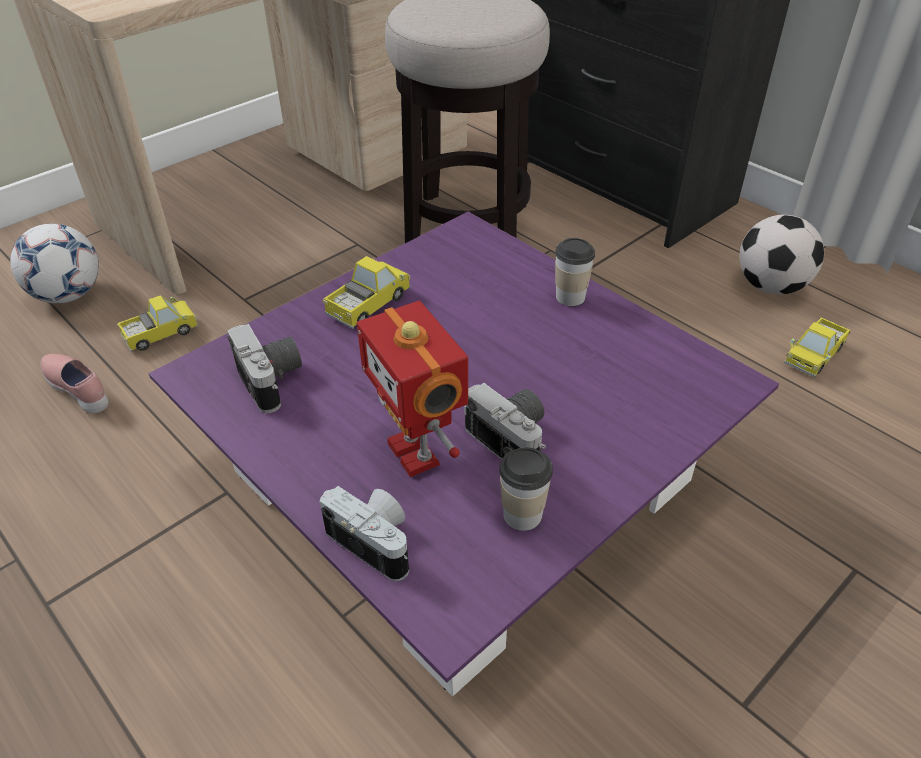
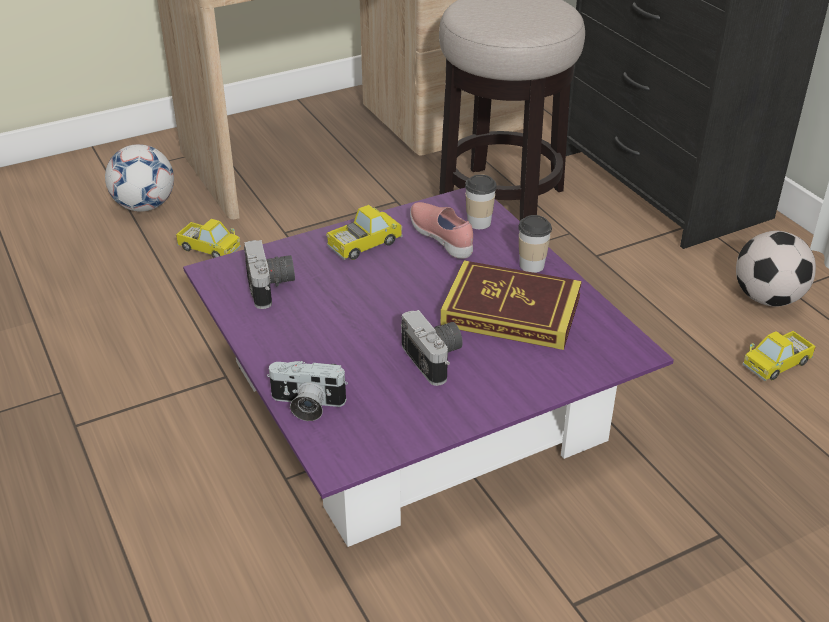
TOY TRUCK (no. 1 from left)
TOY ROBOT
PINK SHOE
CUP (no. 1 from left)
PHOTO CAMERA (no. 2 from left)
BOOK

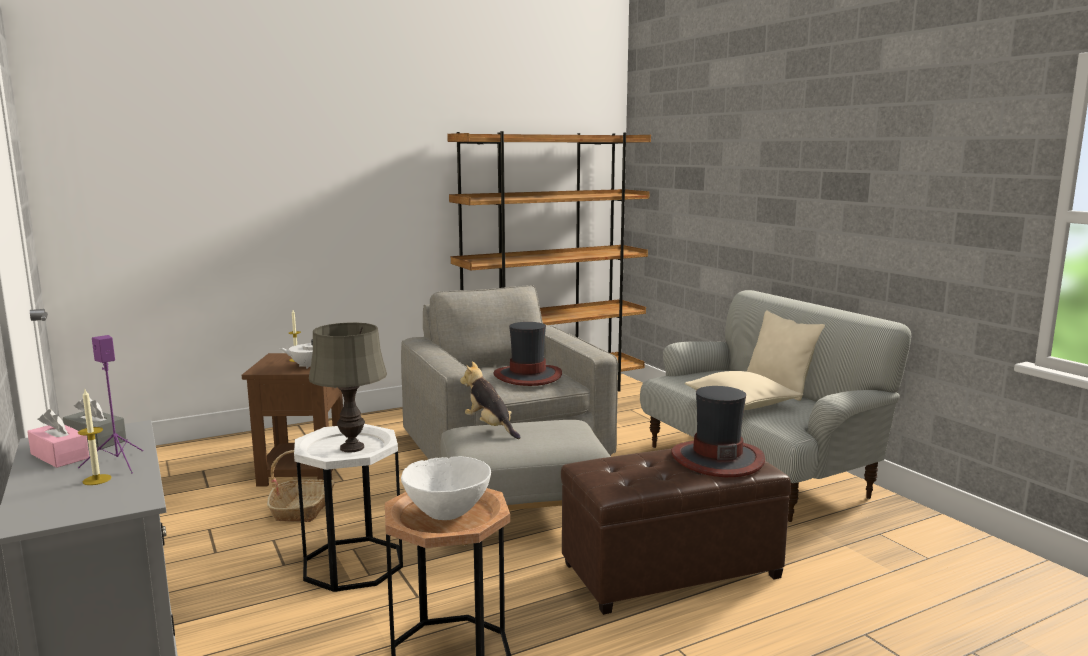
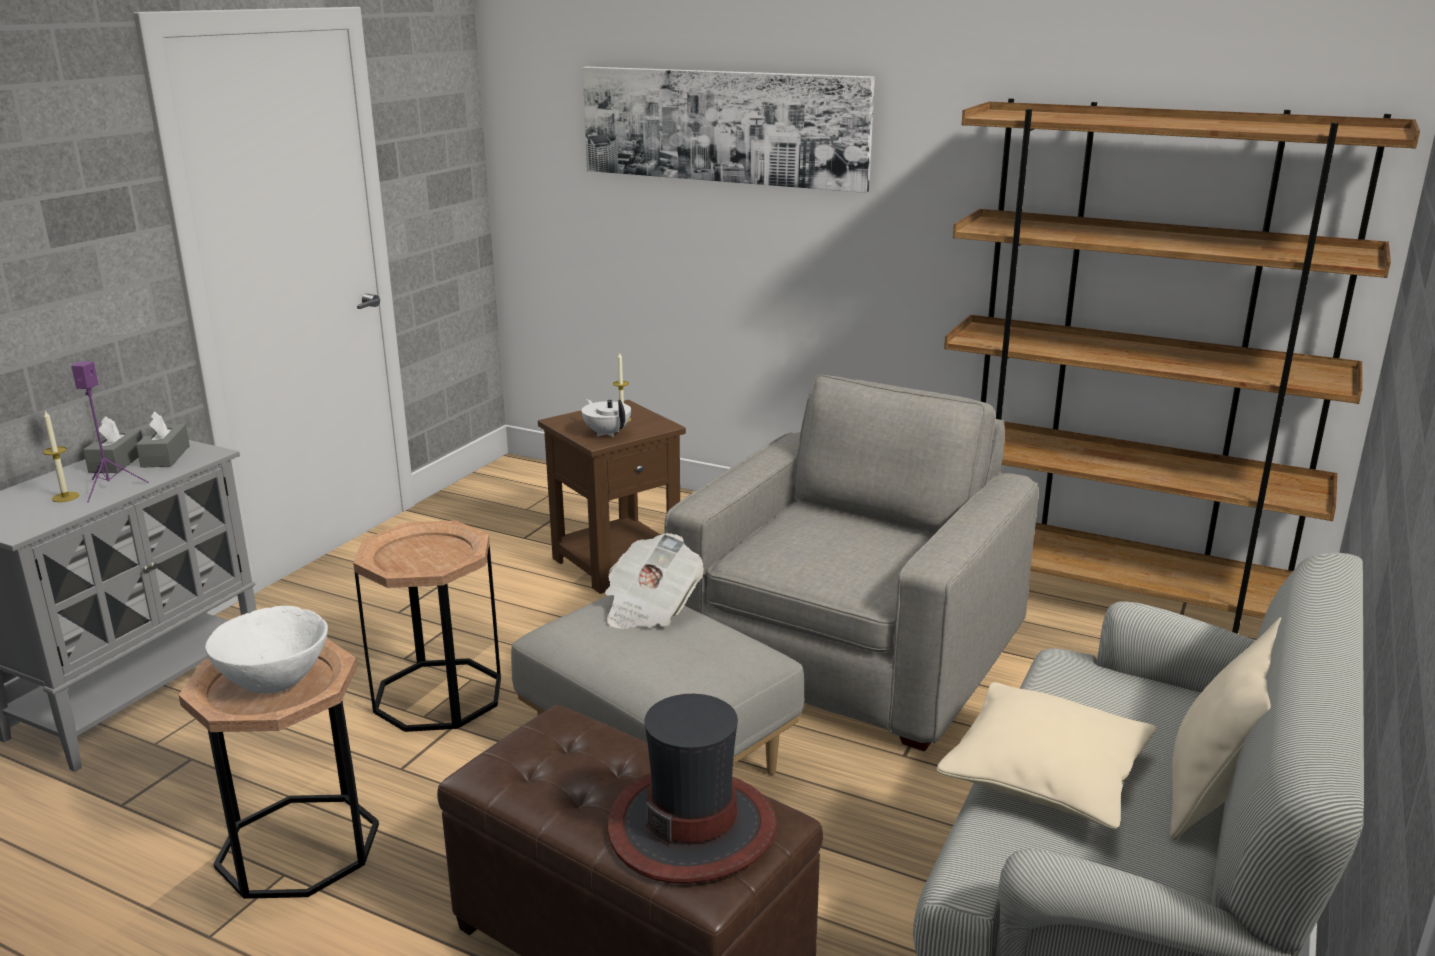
HAT (no. 1 from left in the first image)
GREY TABLE LAMP
NEWSPAPER
GREY TISSUE BOX (no. 1 from left)
BROWN SIDE TABLE (no. 2 from left)
BASKET
PICTURE

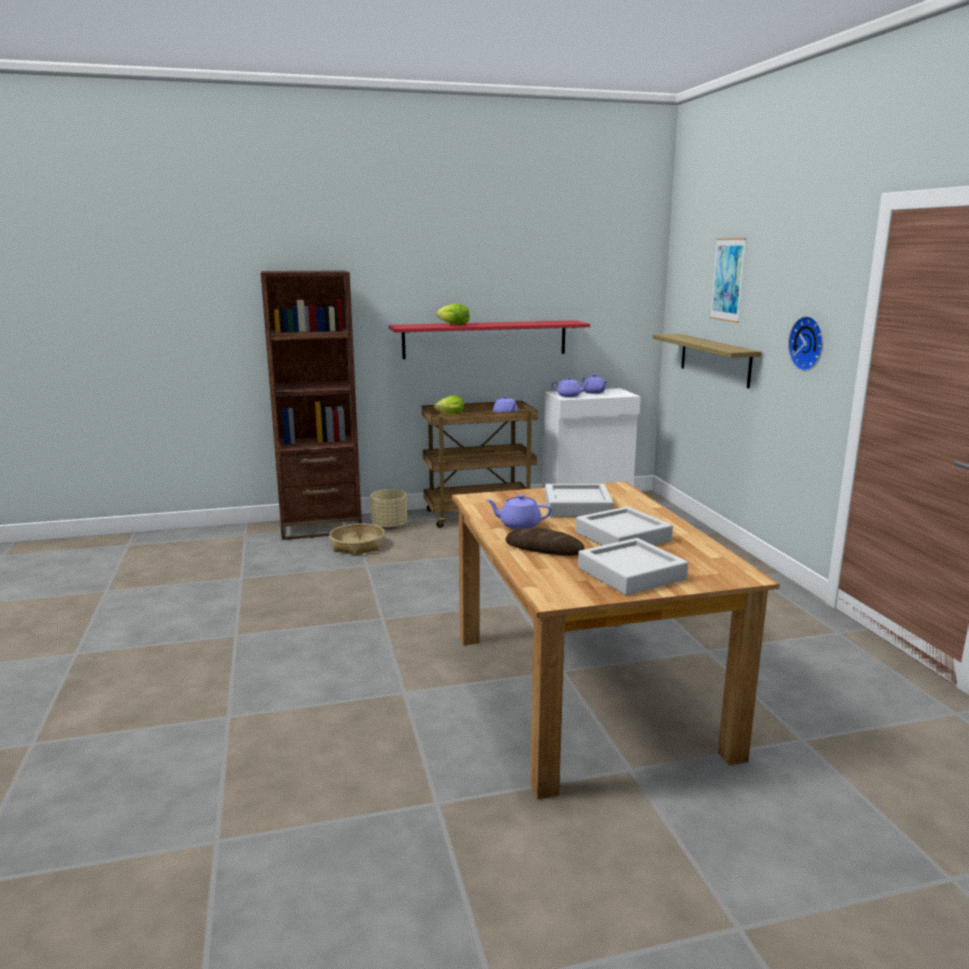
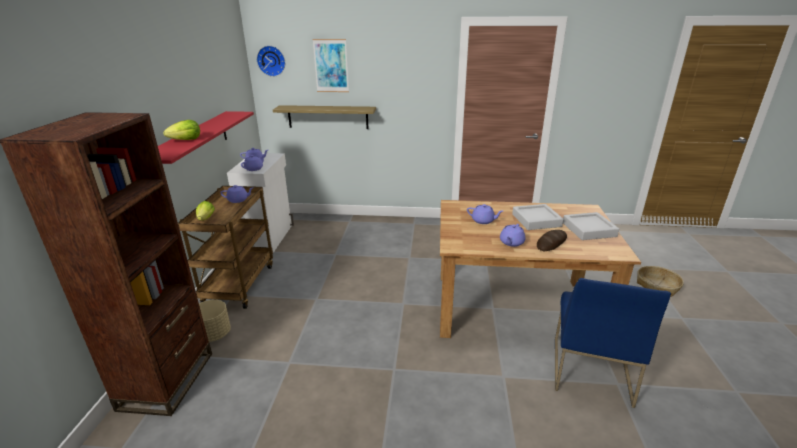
WALL CLOCK
PURPLE TEAPOT (no. 4 from left)
BASKET
BLUE CHAIR

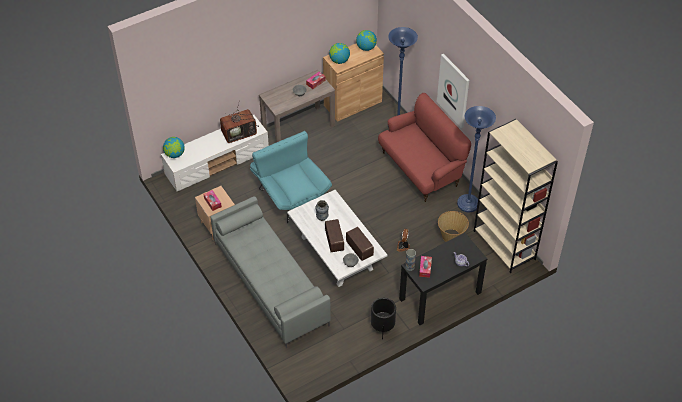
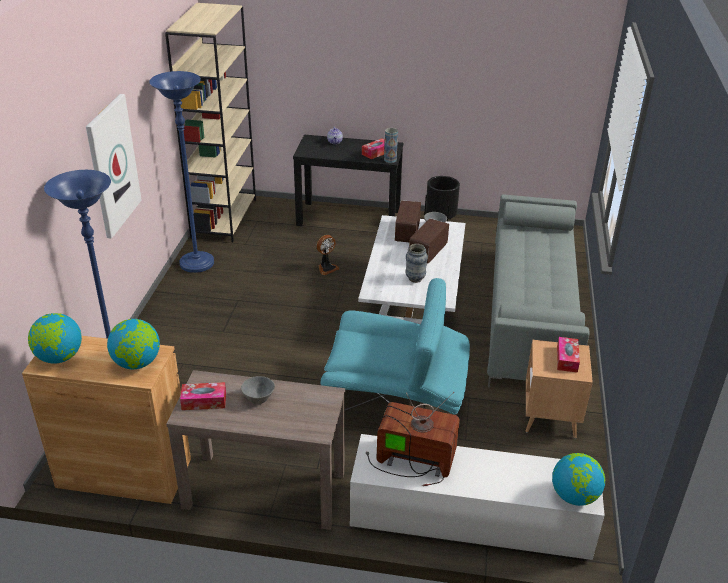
RED SOFA
TURQUOISE ARMCHAIR
BASKET

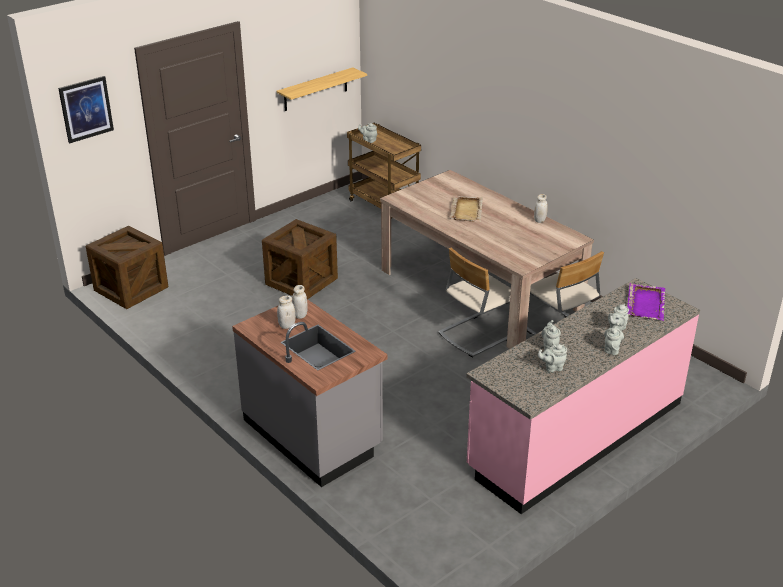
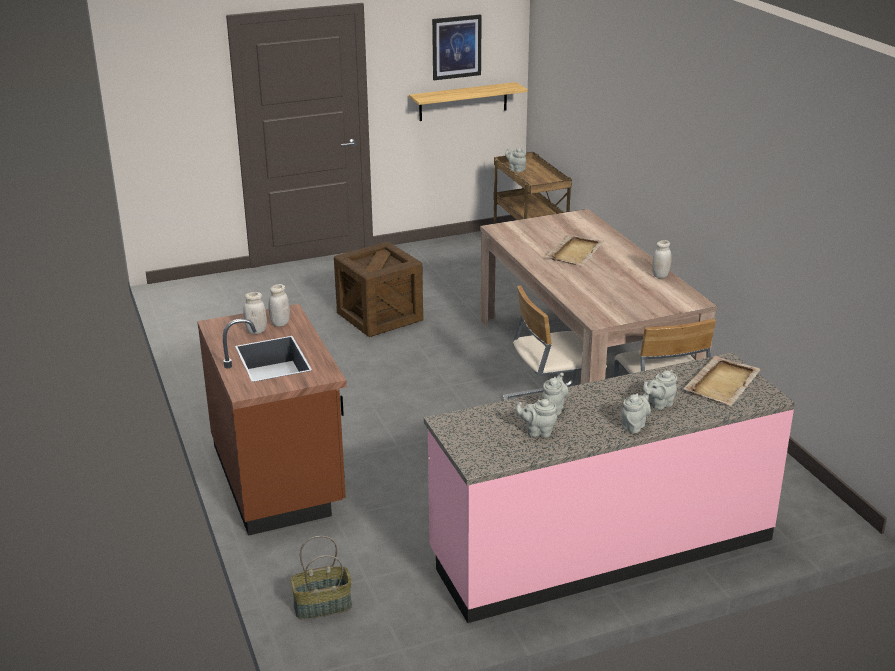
PICTURE
CRATE (no. 1 from left in the first image)
BEIGE TRAY (no. 2 from left)
BROWN COUNTER
BASKET

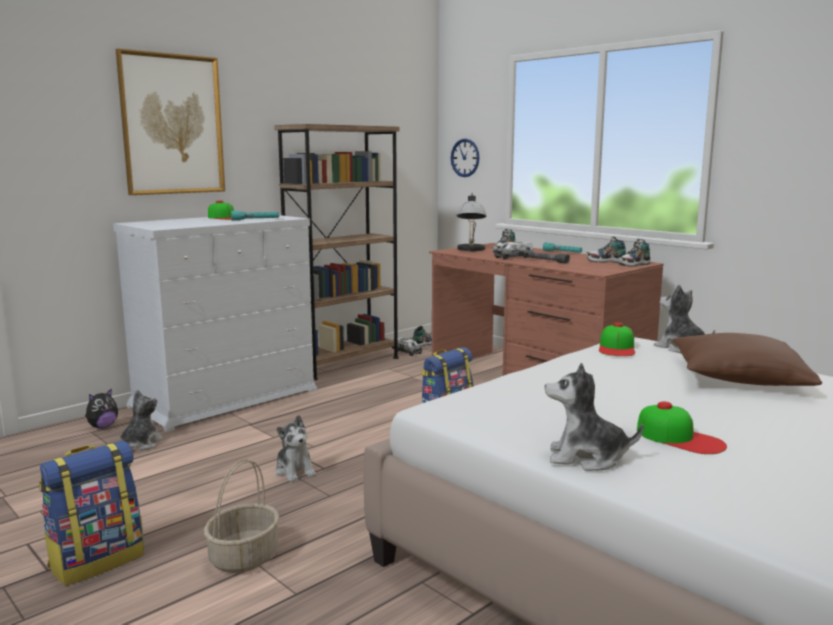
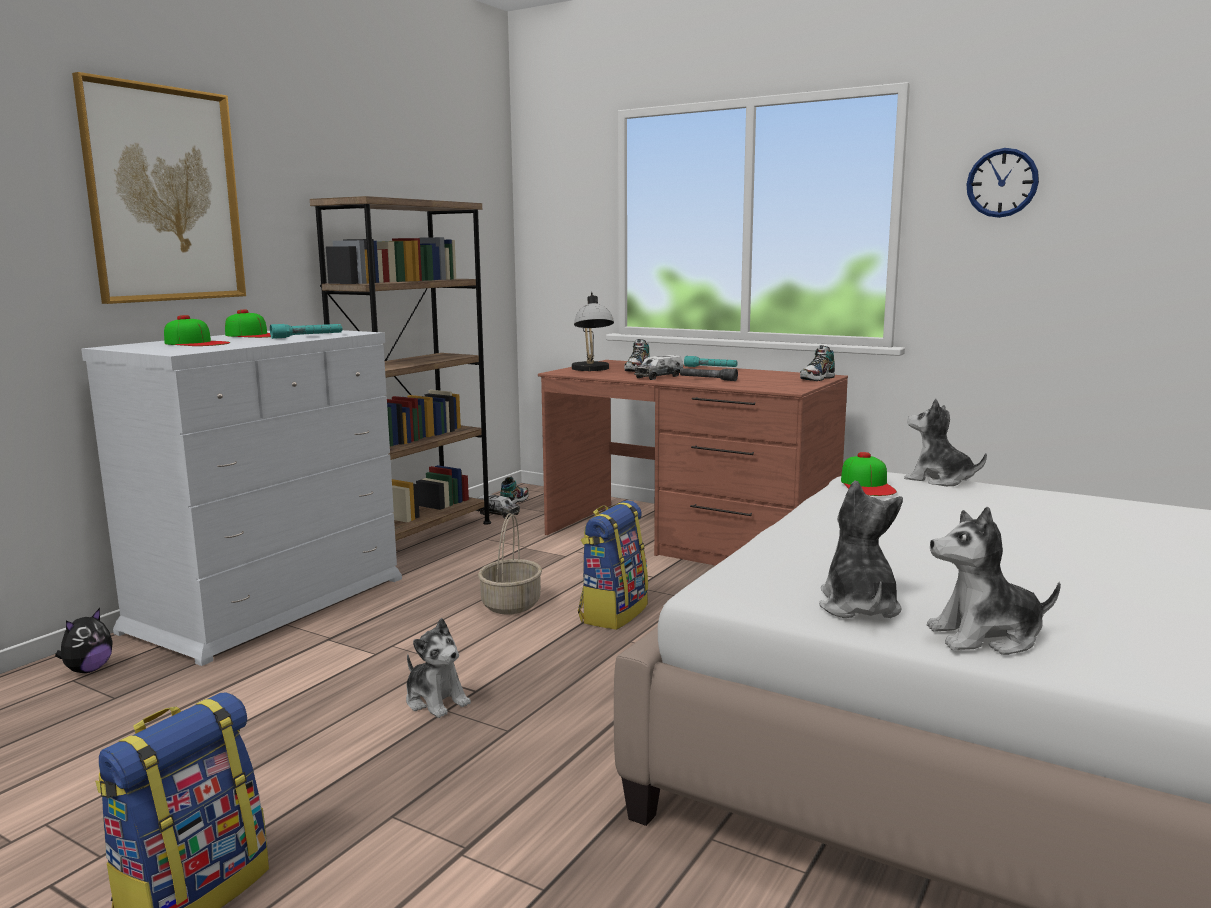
WALL CLOCK
SHOE (no. 3 from left in the first image)
BROWN PILLOW
PLUSH TOY (no. 3 from left)
CAP (no. 1 from left)
BASKET

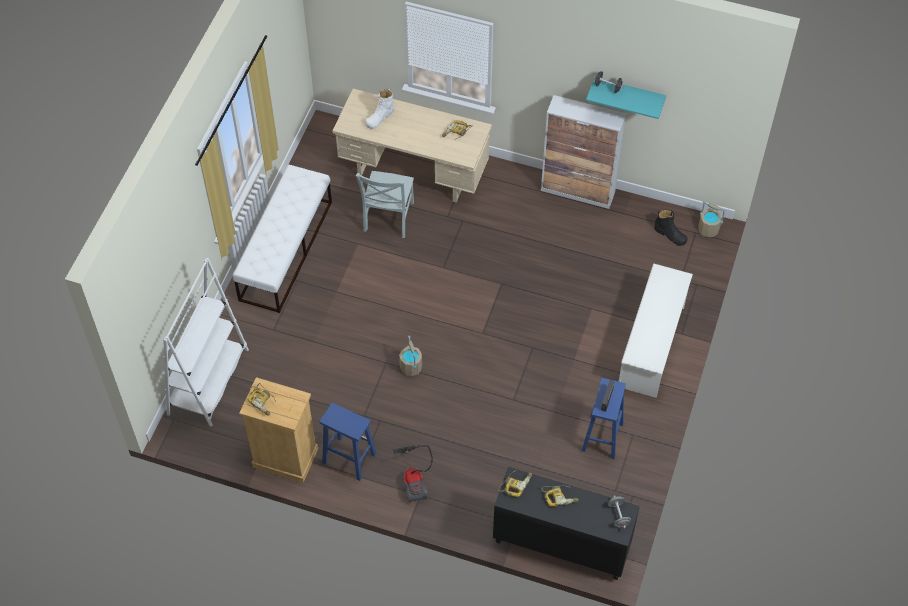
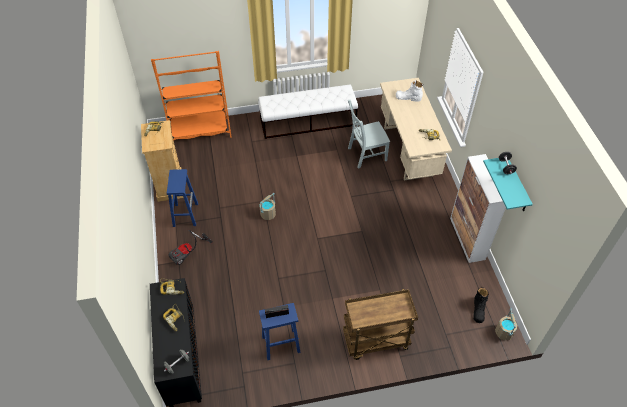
ORANGE BOOKCASE
BROWN CART

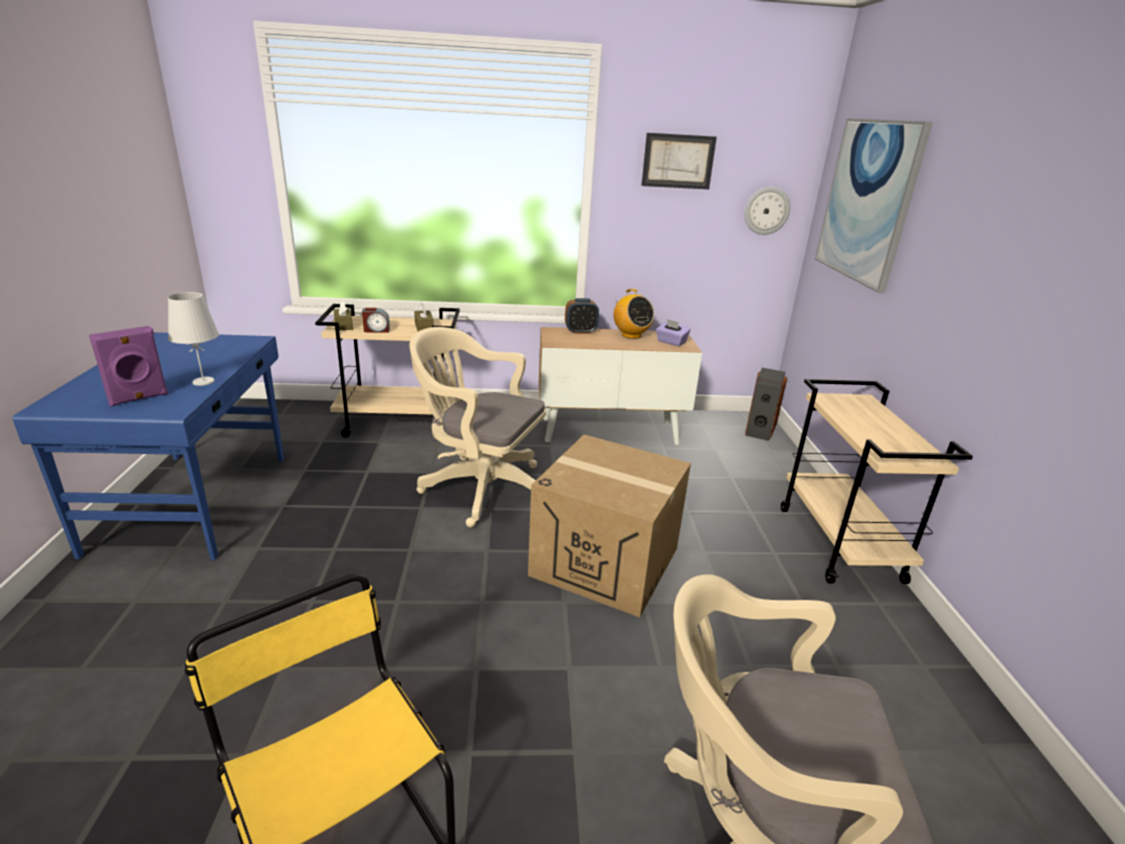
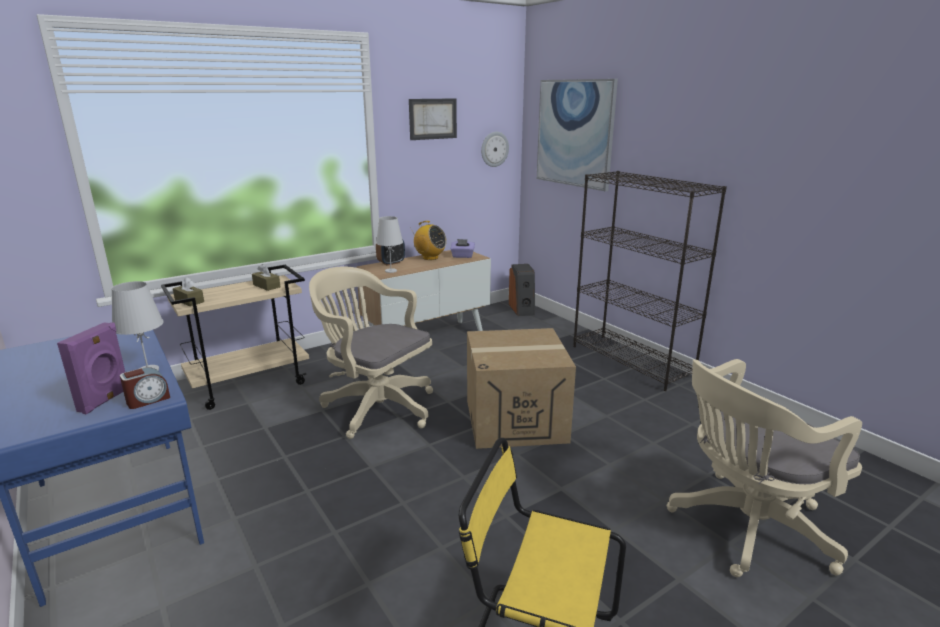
ALARM CLOCK (no. 1 from left)
BEIGE OFFICE CHAIR (no. 1 from left)
BLACK BOOKCASE
WHITE TABLE LAMP (no. 2 from left)

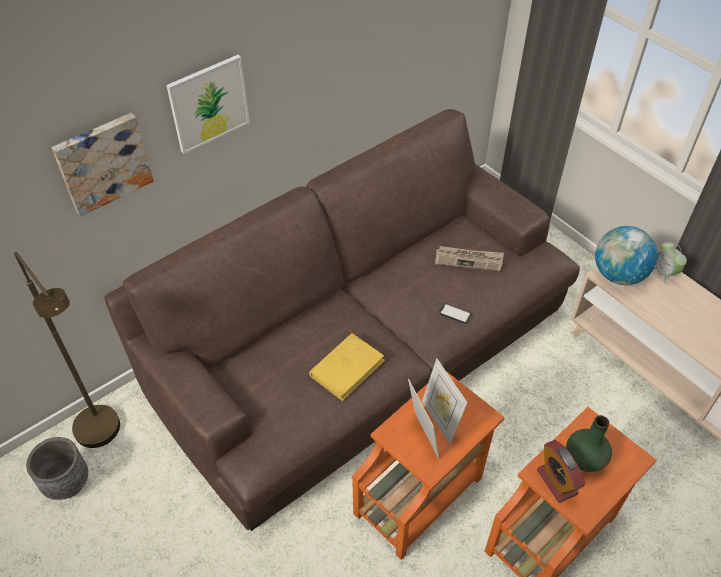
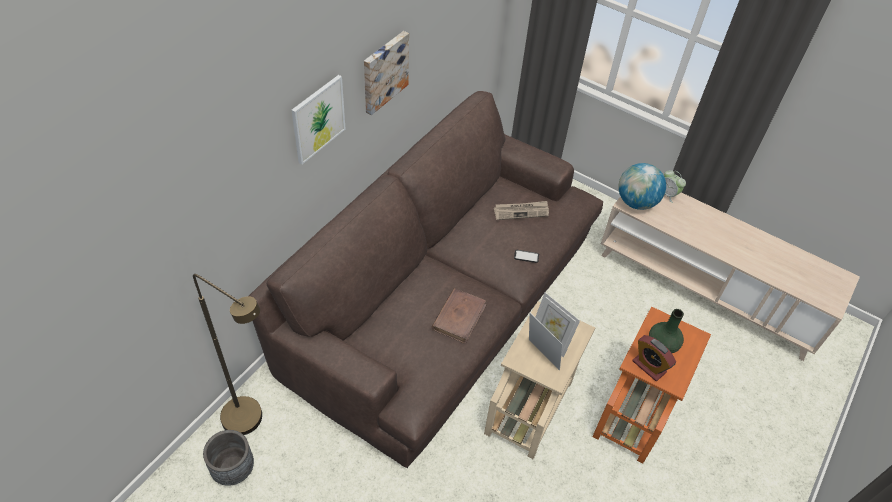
PICTURE (no. 2 from left)
BROWN BOOK
BEIGE SIDE TABLE

